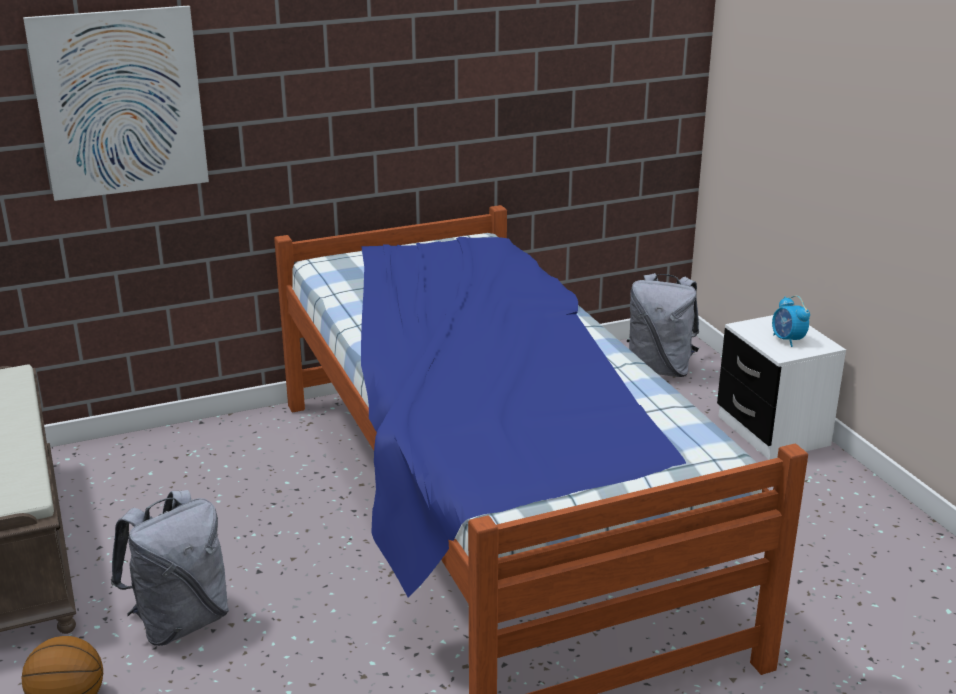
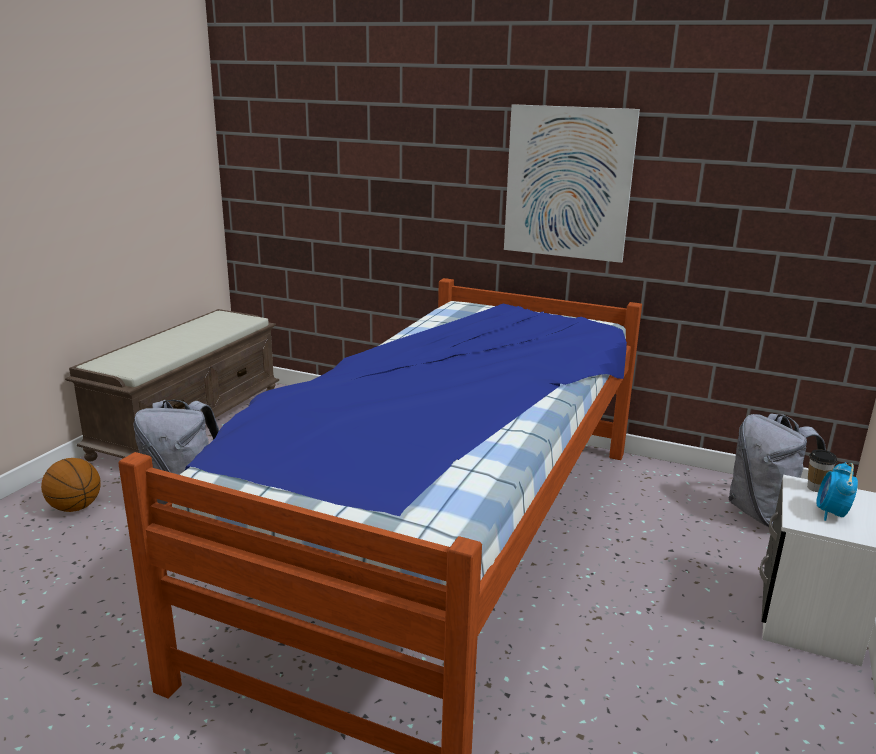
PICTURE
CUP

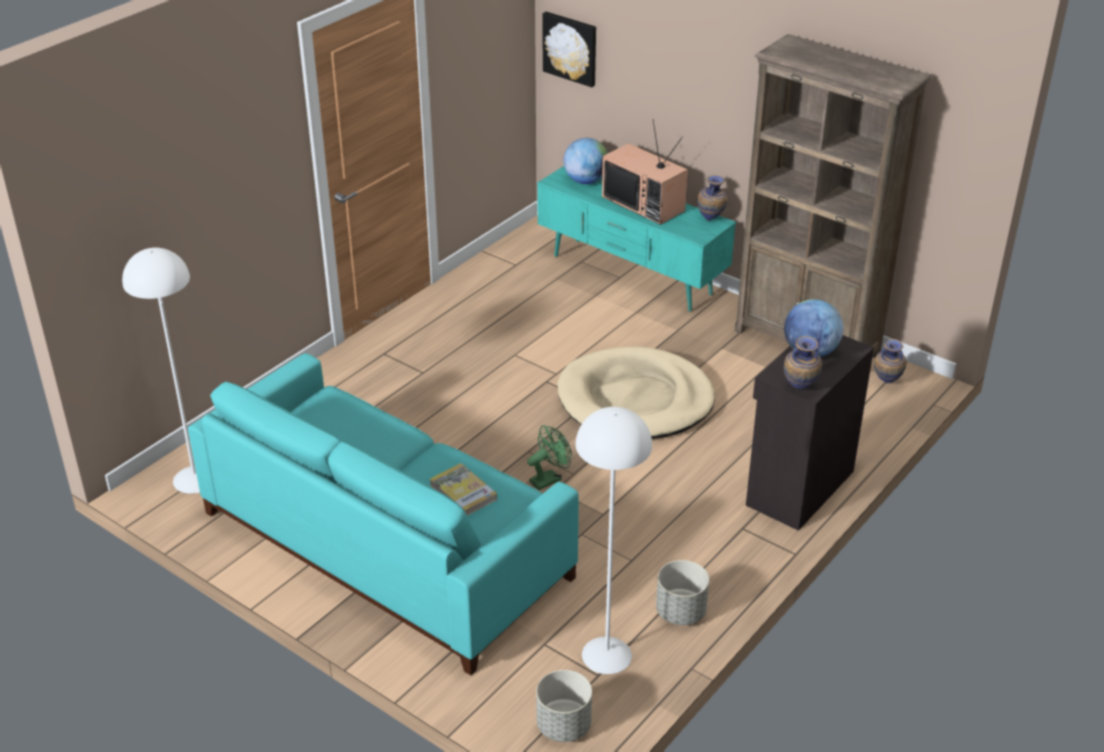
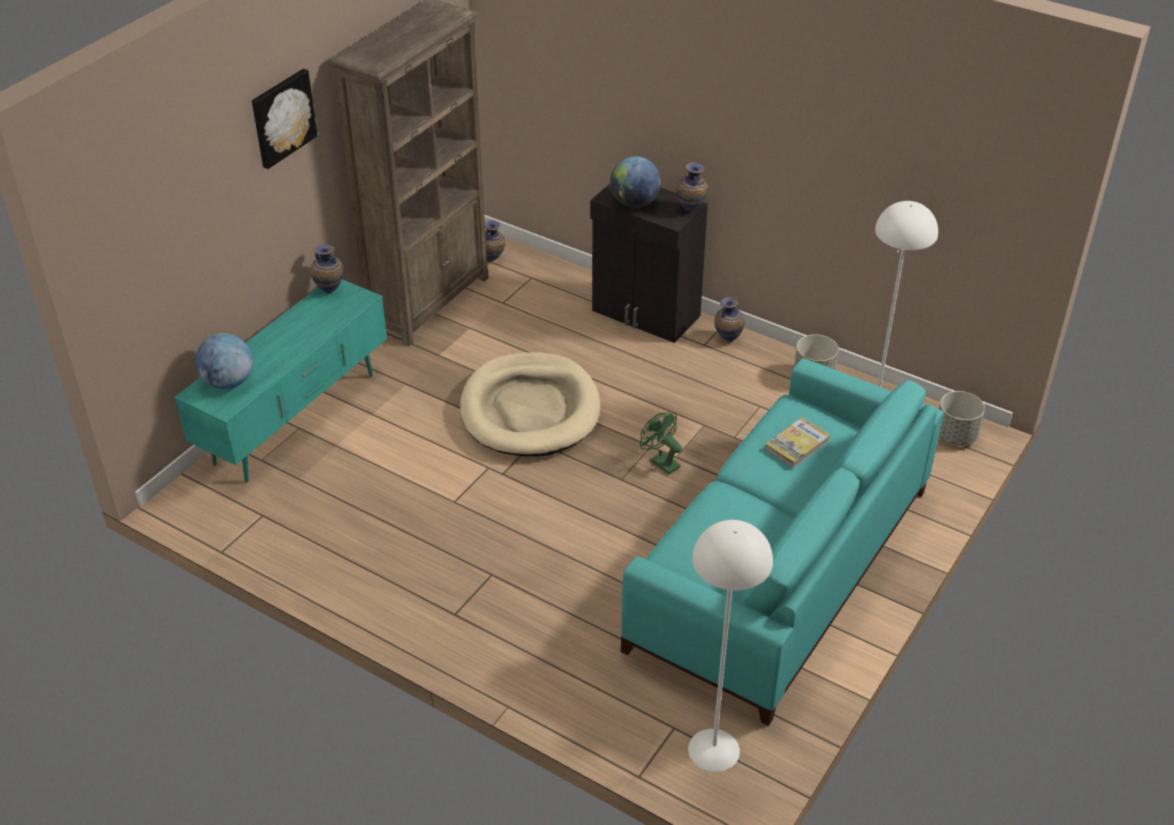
PICTURE
TELEVISION
VASE (no. 4 from left)

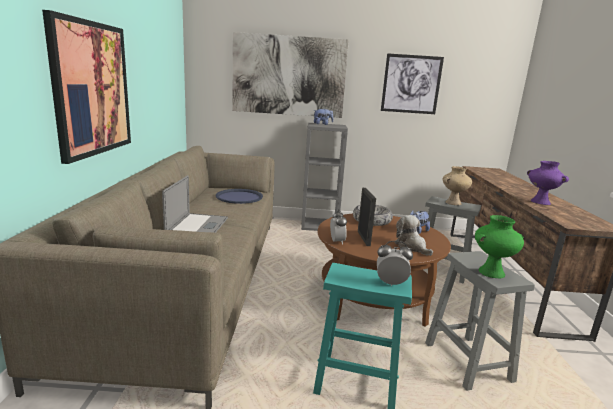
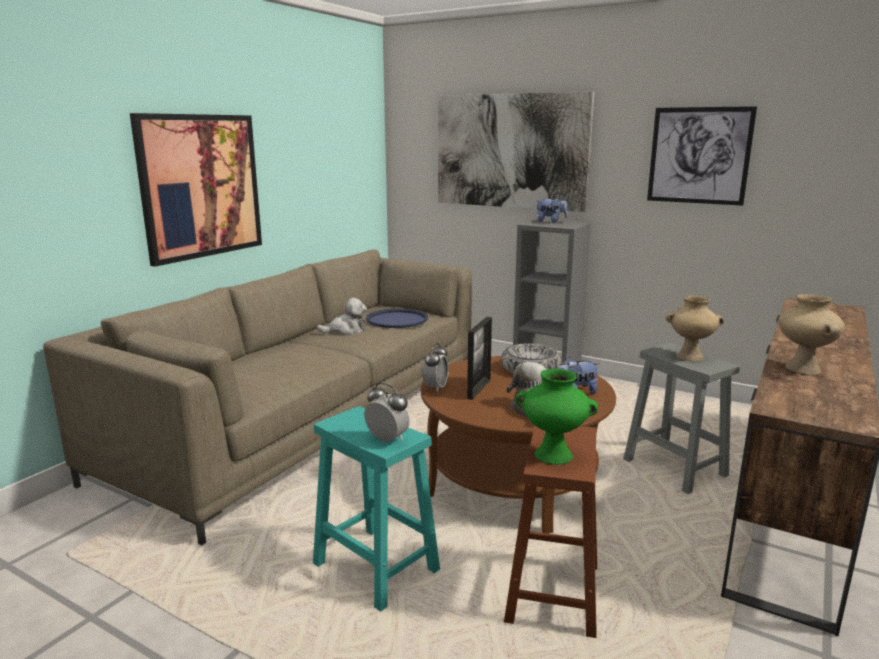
BEIGE VASE (no. 2 from left)
LAPTOP
BROWN STOOL
PLUSH TOY (no. 1 from left)

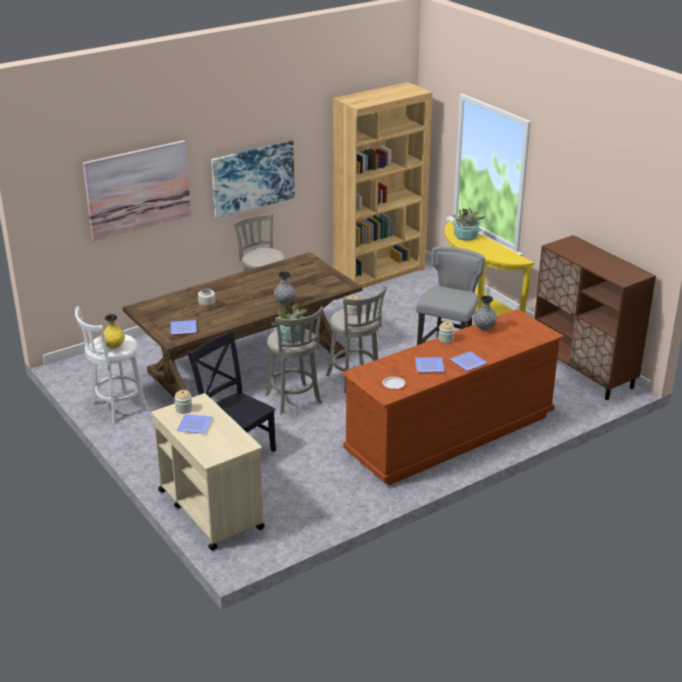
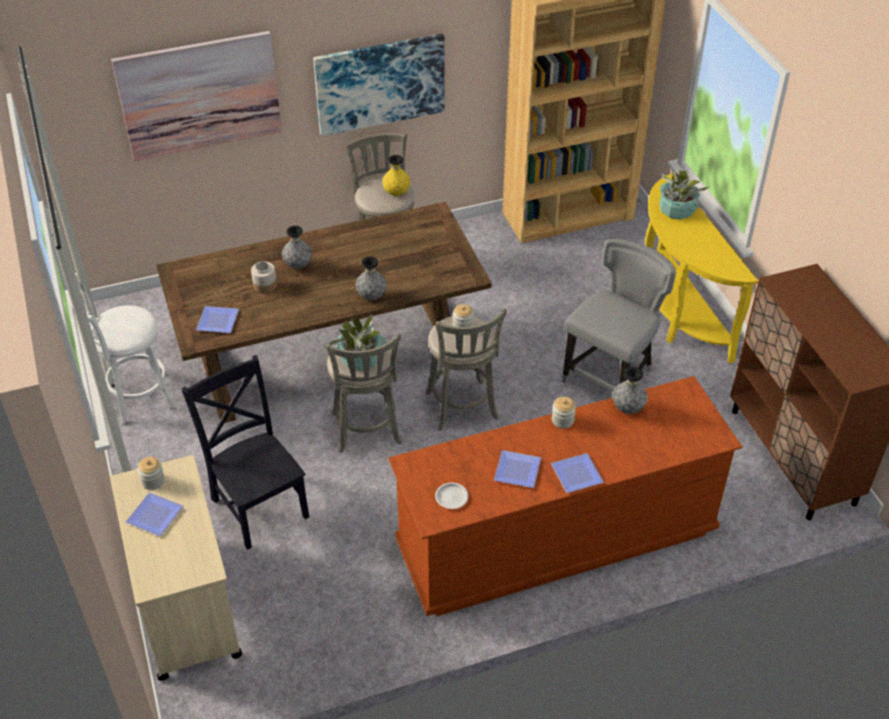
YELLOW VASE
GREY VASE (no. 1 from left)

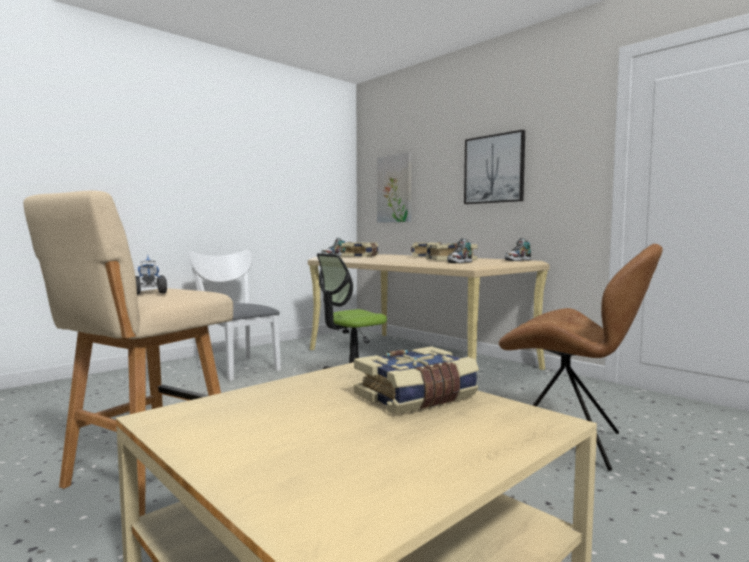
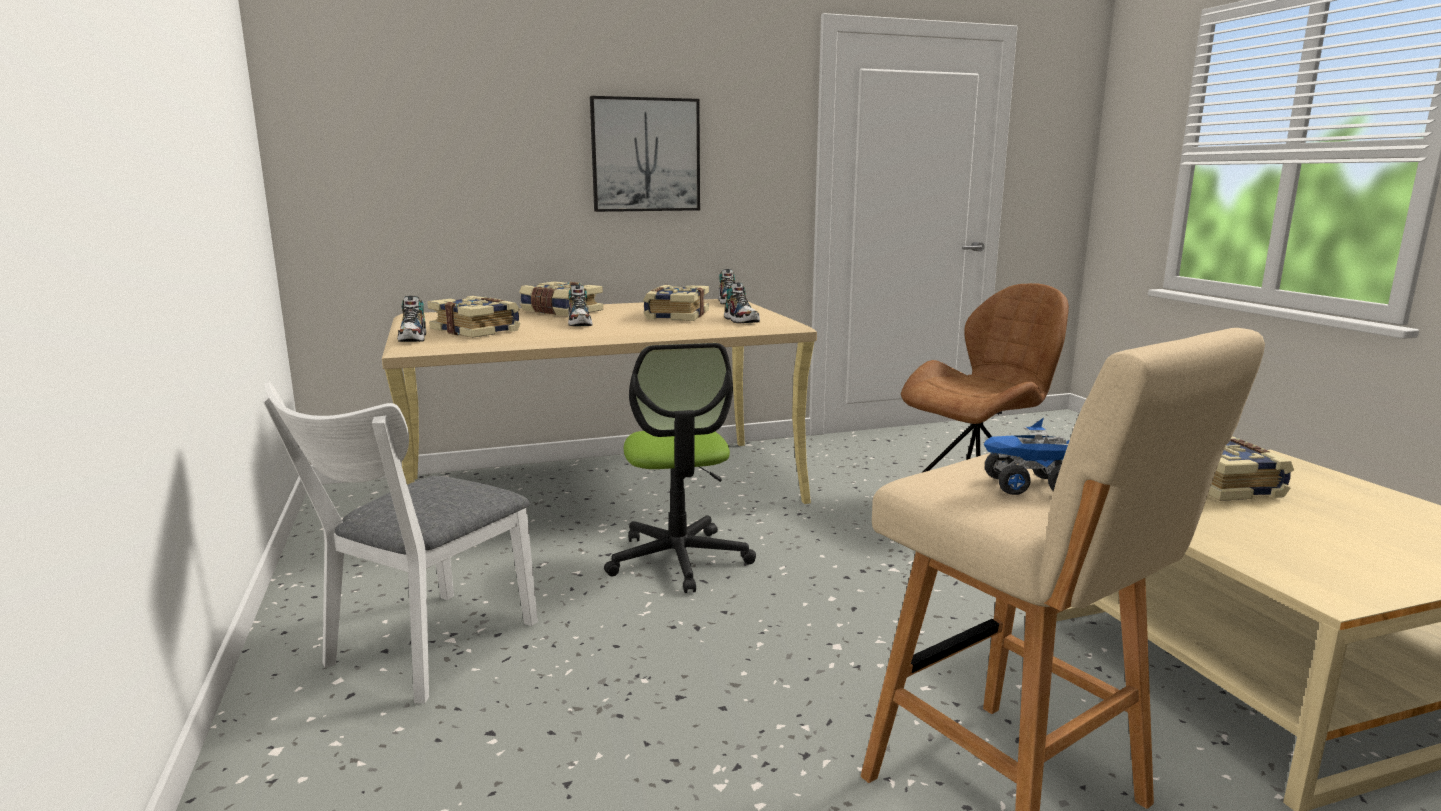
PICTURE (no. 1 from left in the first image)
WHITE CHAIR
SHOE (no. 2 from left)

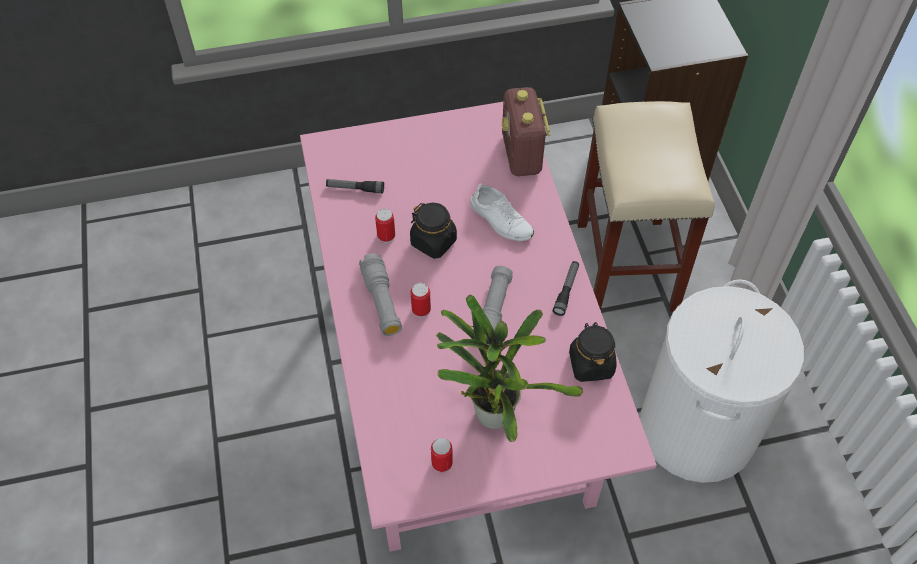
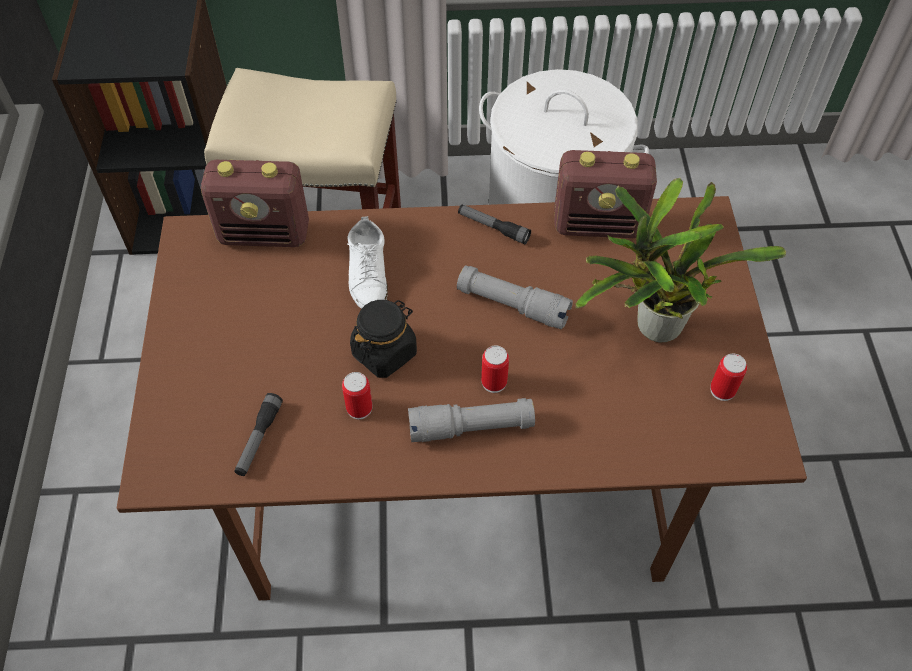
BROWN DINING TABLE
WHITE SHOE
RADIO (no. 2 from left)

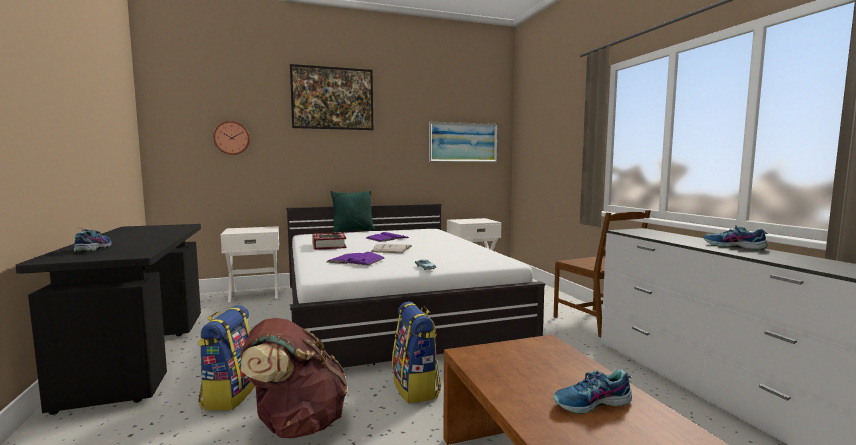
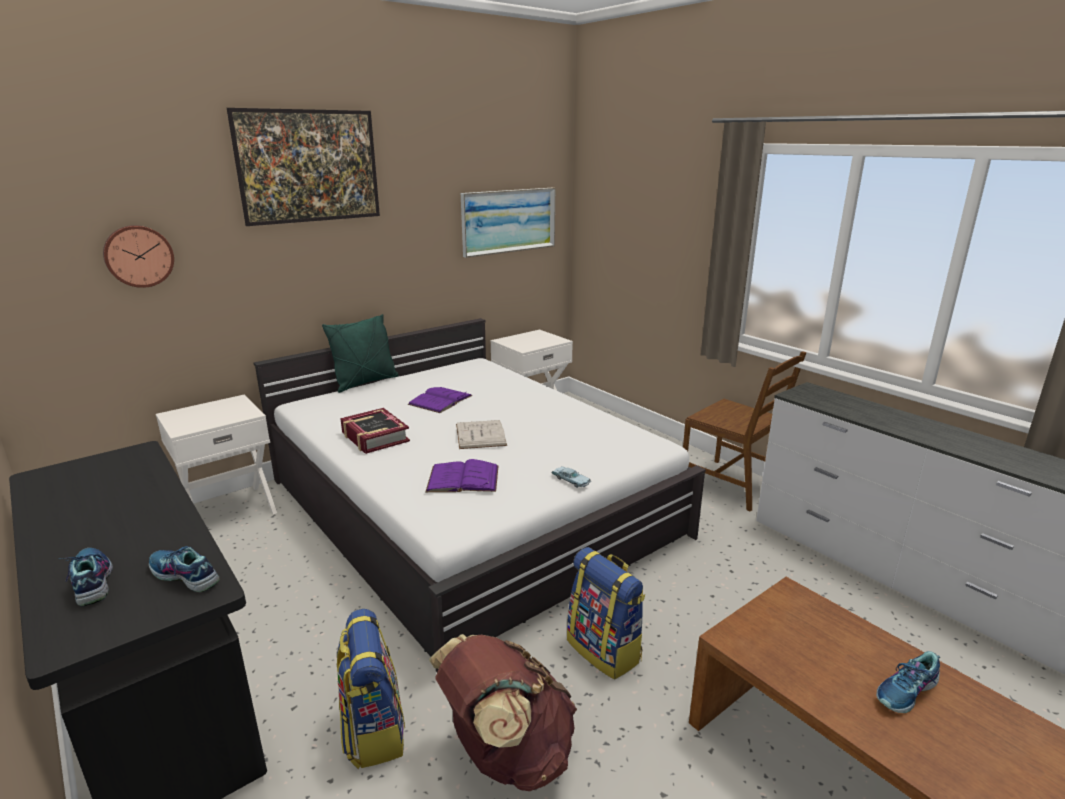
SHOE (no. 2 from left)

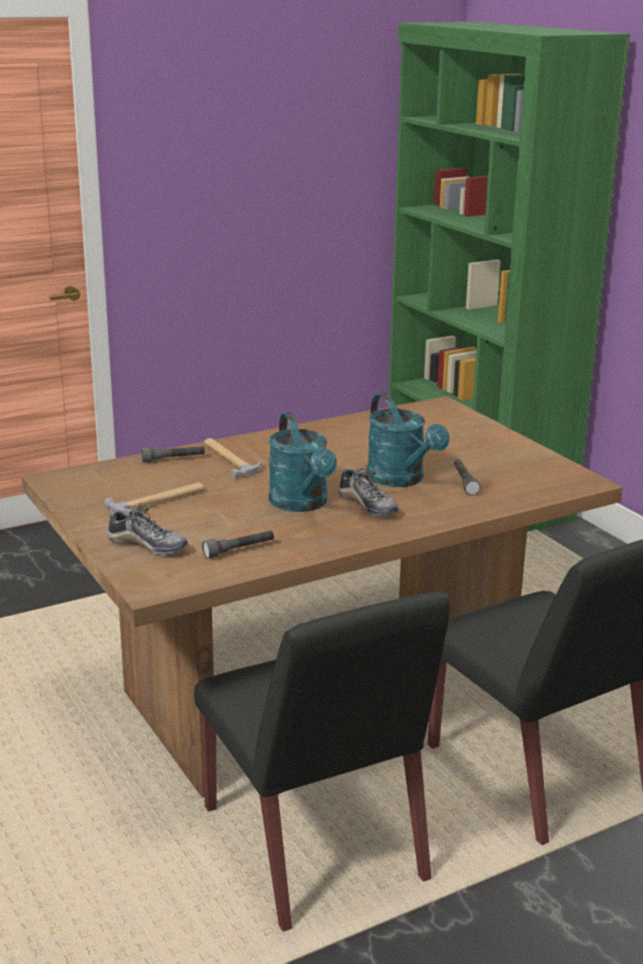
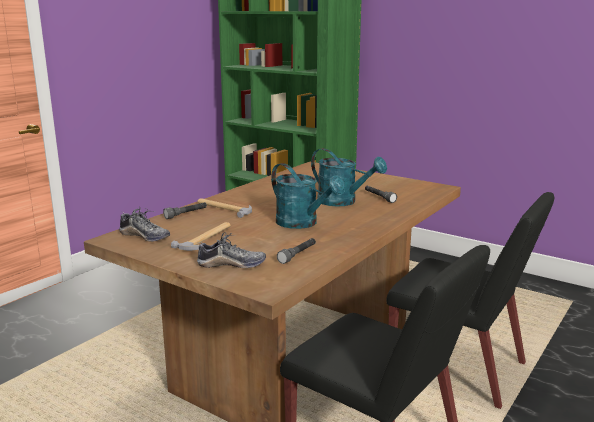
SHOE (no. 1 from left)

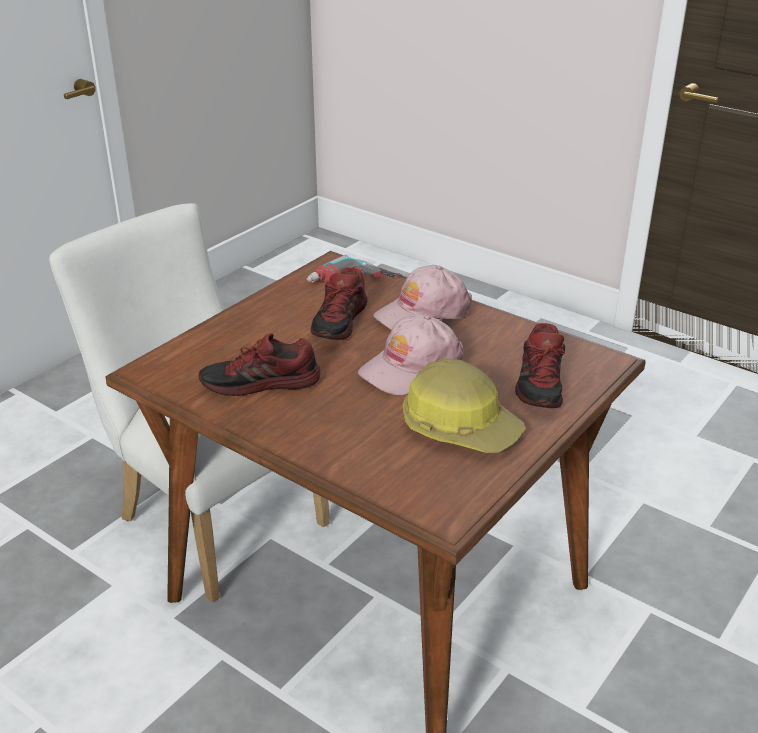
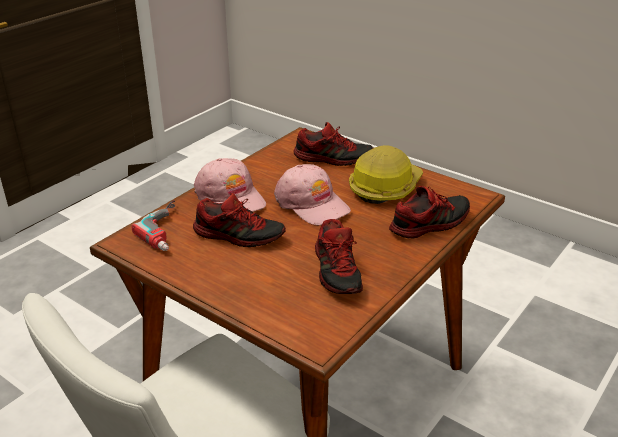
SHOE (no. 4 from left)

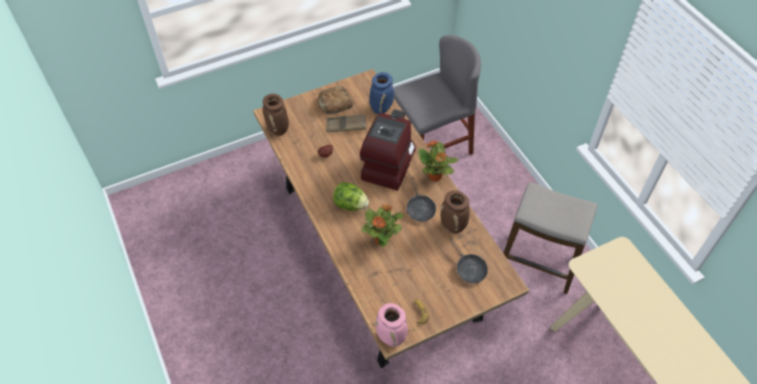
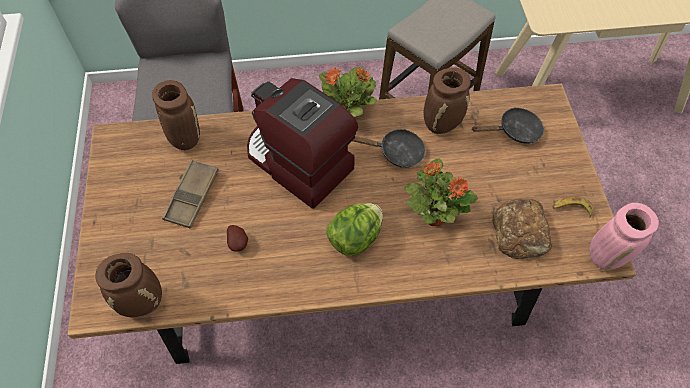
BROWN VASE (no. 2 from left)
BREAD

